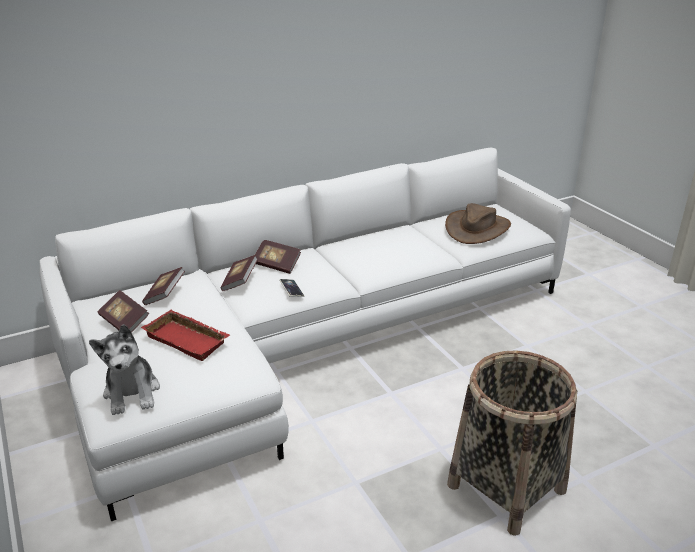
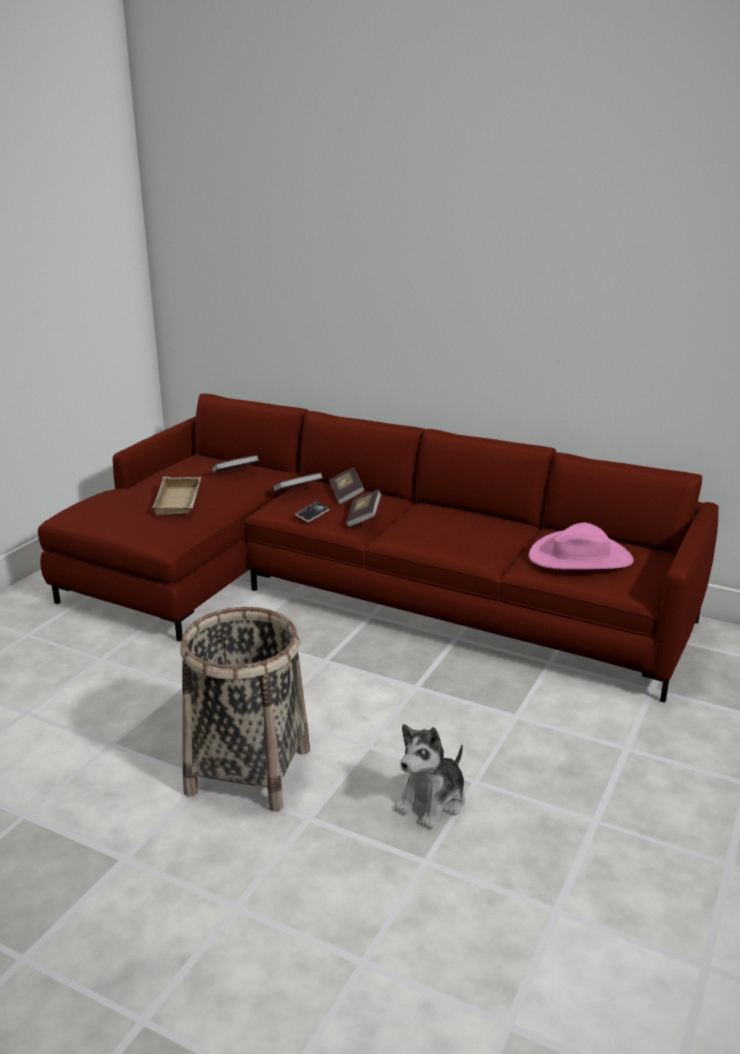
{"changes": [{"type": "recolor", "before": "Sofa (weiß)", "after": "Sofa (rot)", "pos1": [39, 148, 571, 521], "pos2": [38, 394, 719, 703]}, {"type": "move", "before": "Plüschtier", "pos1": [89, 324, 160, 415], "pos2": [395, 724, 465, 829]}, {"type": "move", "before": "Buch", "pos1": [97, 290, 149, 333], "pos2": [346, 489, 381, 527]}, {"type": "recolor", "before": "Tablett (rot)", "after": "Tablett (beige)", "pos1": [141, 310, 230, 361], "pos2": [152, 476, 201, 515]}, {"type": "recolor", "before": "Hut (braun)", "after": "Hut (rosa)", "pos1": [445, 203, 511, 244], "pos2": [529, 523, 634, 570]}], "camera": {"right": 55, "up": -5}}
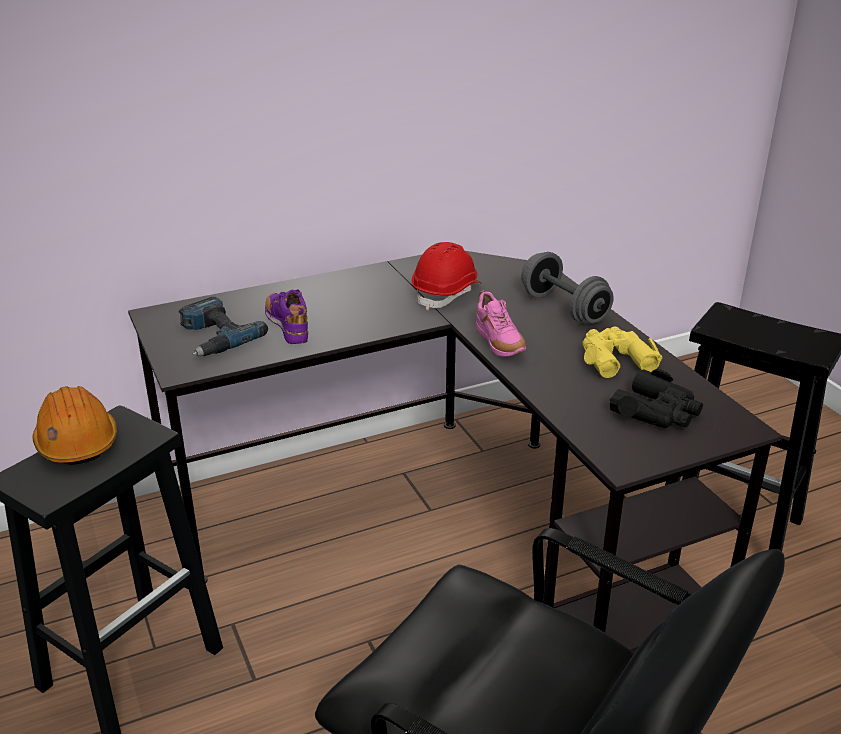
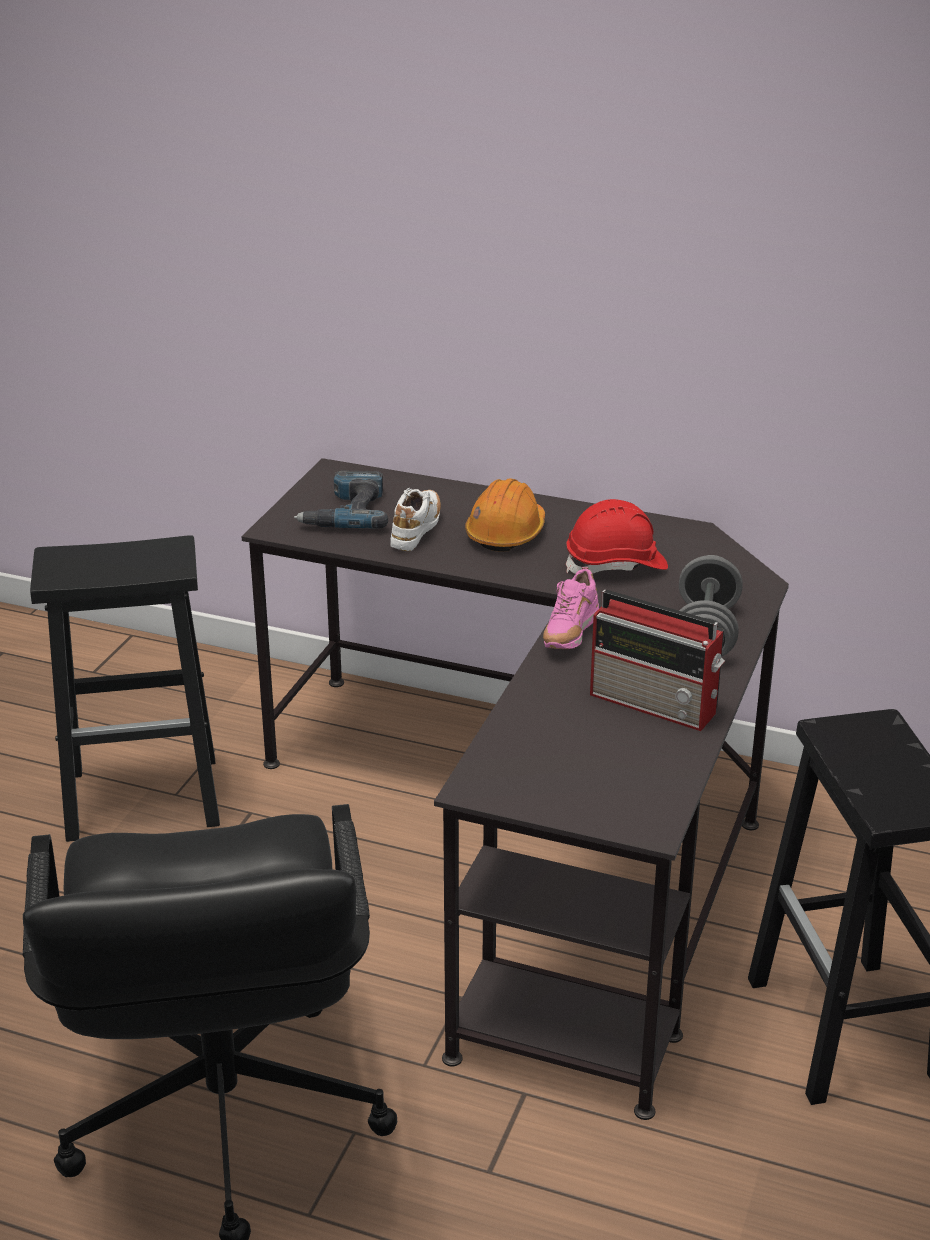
{"changes": [{"type": "move", "before": "Schutzhelm (orange)", "pos1": [32, 386, 117, 465], "pos2": [465, 478, 545, 552]}, {"type": "recolor", "before": "Schuh (lila)", "after": "Schuh (weiß)", "pos1": [265, 289, 308, 344], "pos2": [390, 488, 441, 551]}, {"type": "replace", "before": "Fernglas (gelb)", "after": "Radio", "pos1": [582, 326, 663, 378], "pos2": [590, 590, 725, 731]}, {"type": "delete", "before": "Fernglas (schwarz)", "pos1": [609, 369, 703, 428]}], "camera": {"right": 45, "up": 0}}
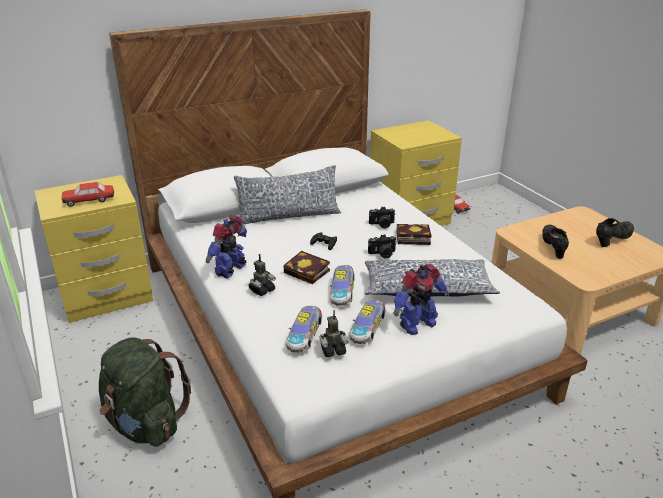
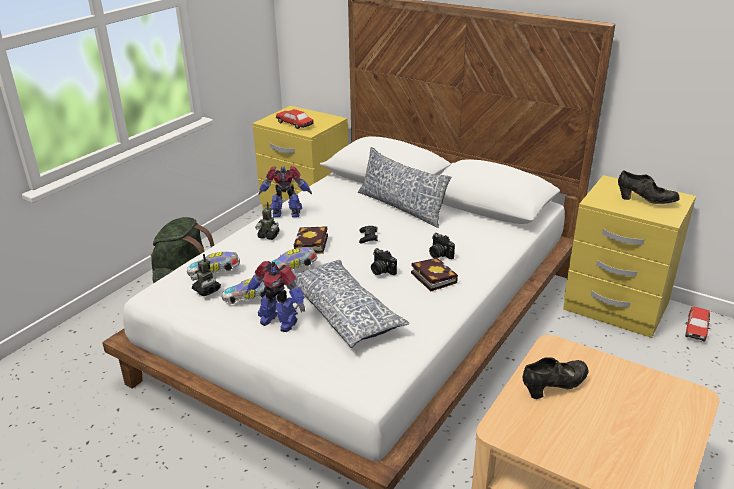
{"changes": [{"type": "move", "before": "Schuh (schwarz)", "pos1": [596, 218, 634, 247], "pos2": [618, 170, 680, 204]}], "camera": {"right": 60, "up": 0}}
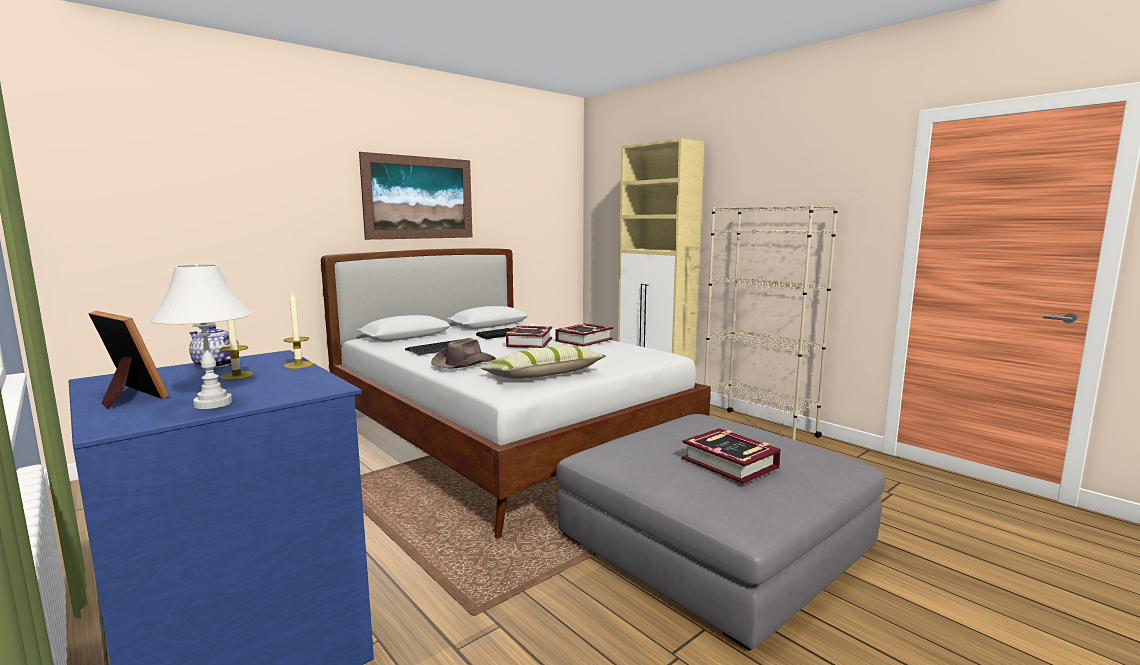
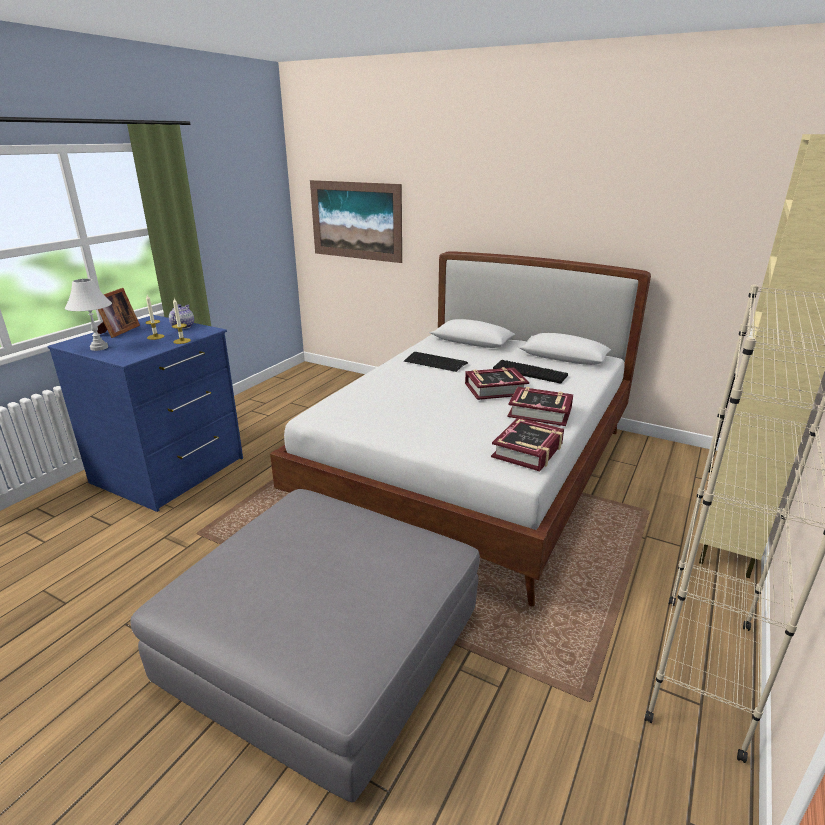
{"changes": [{"type": "move", "before": "Bild", "pos1": [359, 152, 473, 240], "pos2": [310, 180, 402, 263]}, {"type": "delete", "before": "Hut (braun)", "pos1": [431, 338, 496, 369]}, {"type": "delete", "before": "Kissen", "pos1": [480, 346, 606, 379]}, {"type": "move", "before": "Buch", "pos1": [682, 428, 781, 484], "pos2": [491, 417, 564, 472]}], "camera": {"right": 70, "up": 15}}
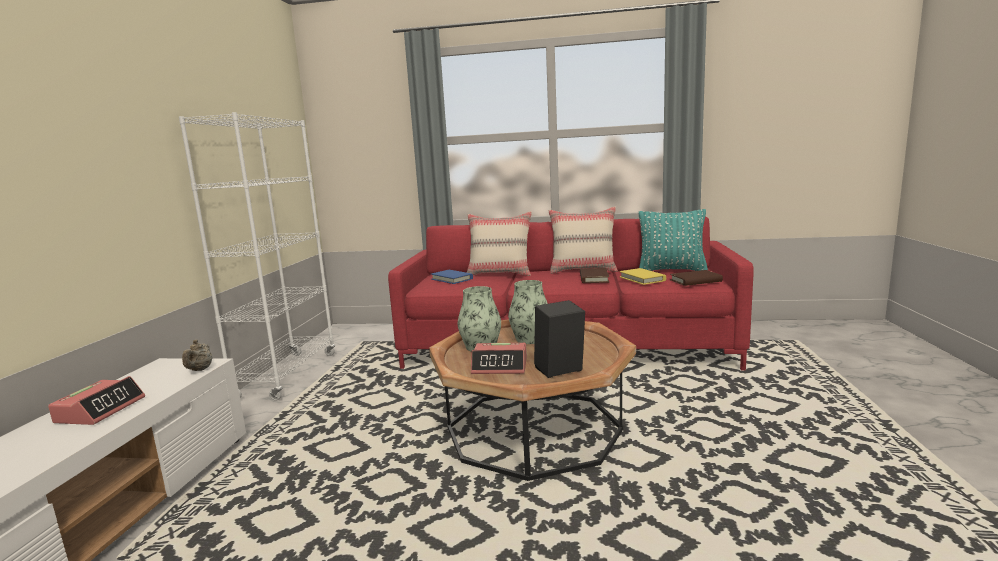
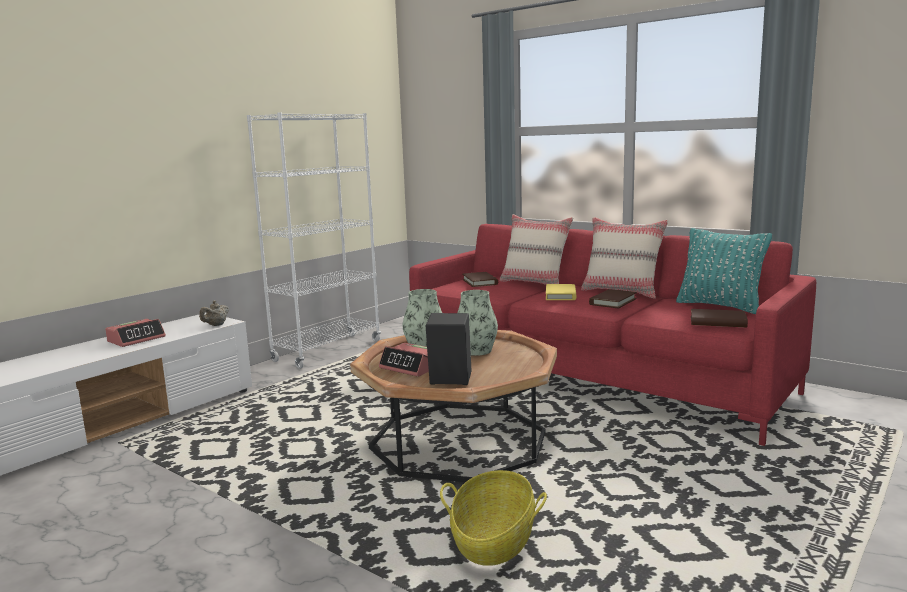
{"changes": [{"type": "recolor", "before": "Buch (blau)", "after": "Buch (braun)", "pos1": [431, 270, 473, 284], "pos2": [462, 272, 498, 287]}, {"type": "move", "before": "Buch (gelb)", "pos1": [619, 268, 666, 285], "pos2": [546, 284, 577, 300]}, {"type": "insert", "after": "Korb", "pos2": [440, 470, 547, 566]}], "camera": {"right": 30, "up": 0}}
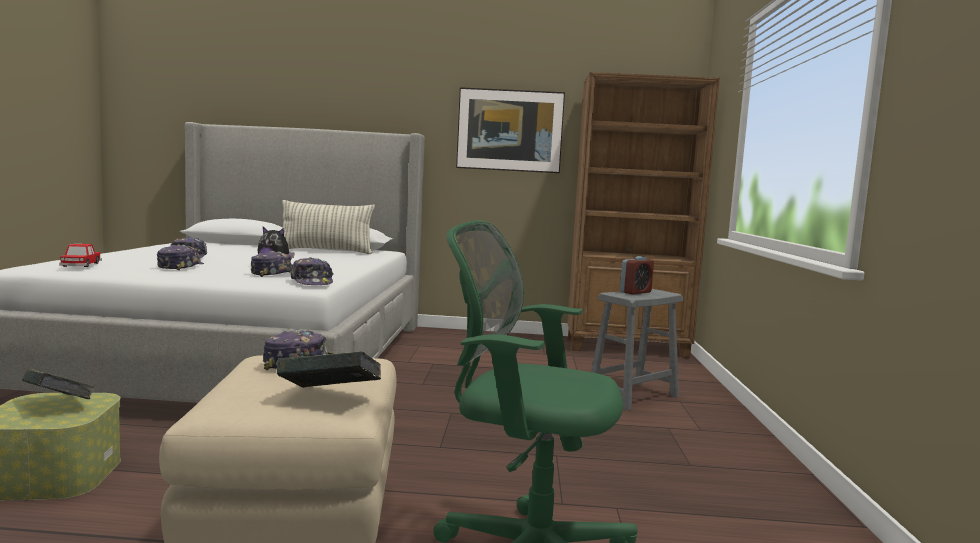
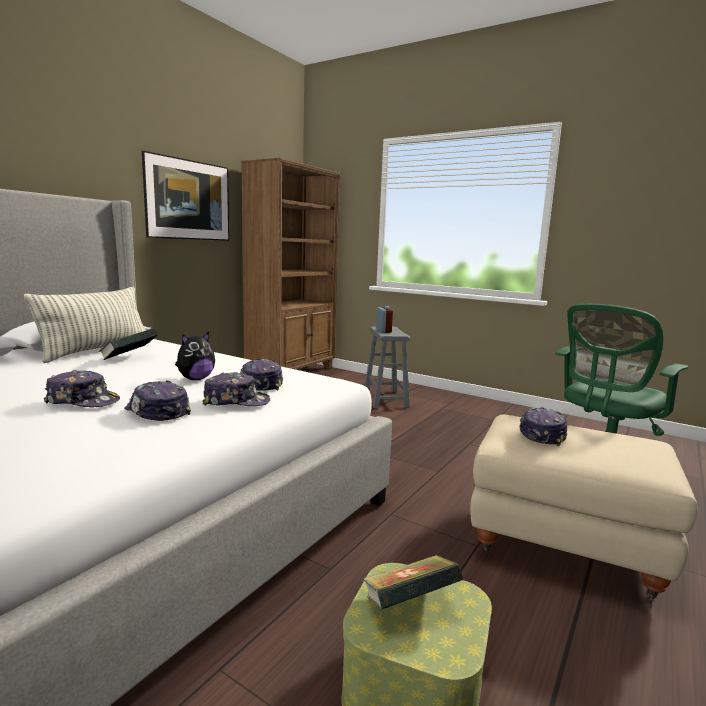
{"changes": [{"type": "delete", "before": "Spielzeugauto", "pos1": [59, 244, 102, 267]}, {"type": "move", "before": "Buch", "pos1": [277, 351, 381, 388], "pos2": [99, 328, 157, 360]}, {"type": "move", "before": "Kappe", "pos1": [290, 257, 333, 285], "pos2": [202, 372, 270, 406]}], "camera": {"right": -60, "up": 5}}
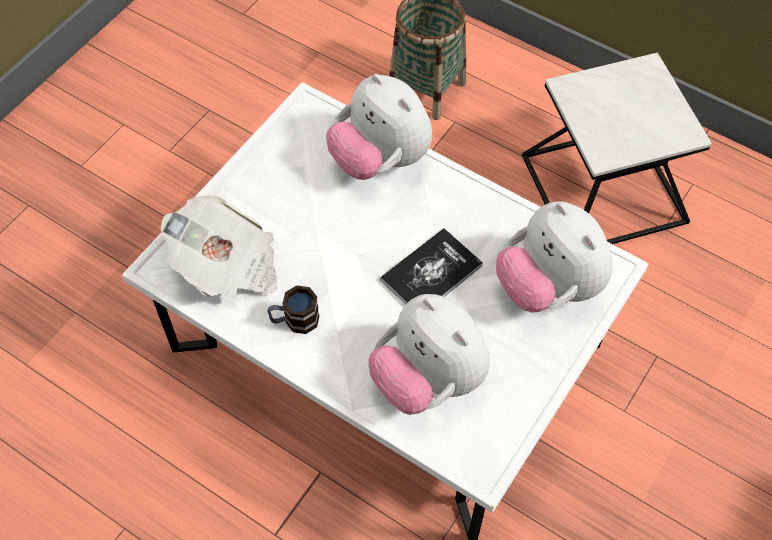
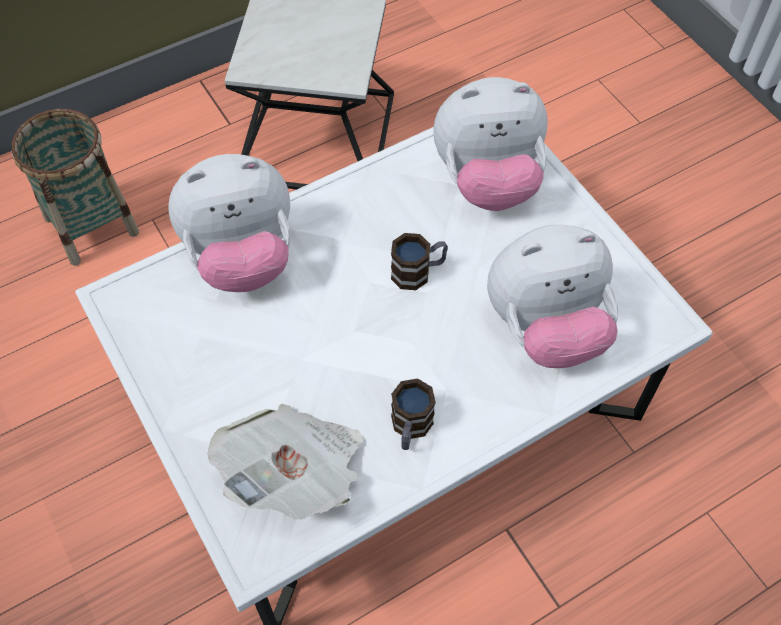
{"changes": [{"type": "replace", "before": "Buch", "after": "Henkelbecher", "pos1": [380, 228, 483, 305], "pos2": [391, 233, 448, 290]}], "camera": {"right": -65, "up": 0}}
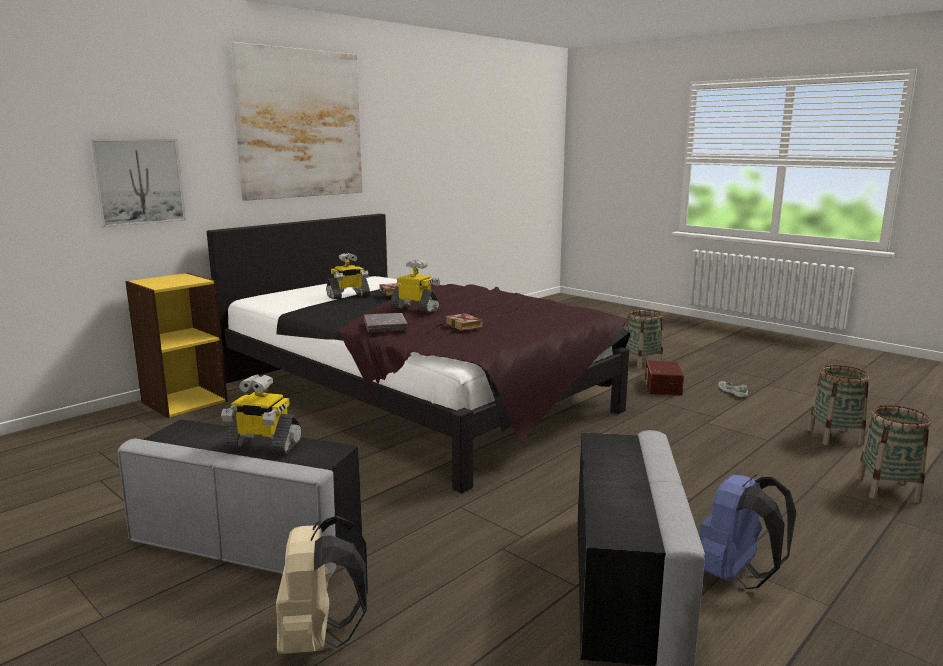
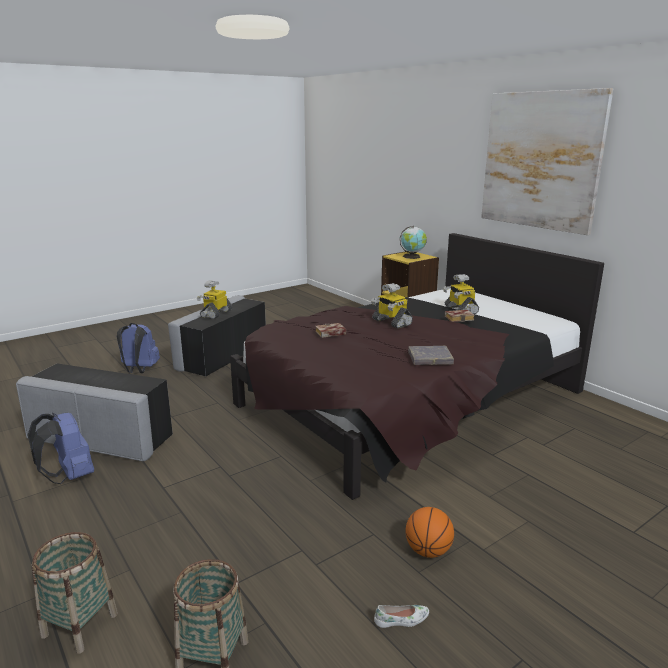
{"changes": [{"type": "delete", "before": "Bild", "pos1": [89, 139, 186, 227]}, {"type": "recolor", "before": "Rucksack (beige)", "after": "Rucksack (blau)", "pos1": [276, 516, 368, 654], "pos2": [117, 323, 160, 373]}, {"type": "move", "before": "Buch (grau)", "pos1": [364, 313, 408, 332], "pos2": [408, 346, 454, 365]}, {"type": "rotate", "before": "Spielzeugroboter", "pos1": [390, 259, 440, 313], "pos2": [371, 283, 413, 329], "turn": 105}, {"type": "delete", "before": "Korb", "pos1": [626, 309, 663, 369]}, {"type": "replace", "before": "Aufbewahrungsbox (braun)", "after": "Basketball", "pos1": [644, 360, 684, 395], "pos2": [406, 507, 454, 558]}, {"type": "insert", "after": "Globus", "pos2": [400, 226, 427, 259]}], "camera": {"right": 100, "up": 5}}
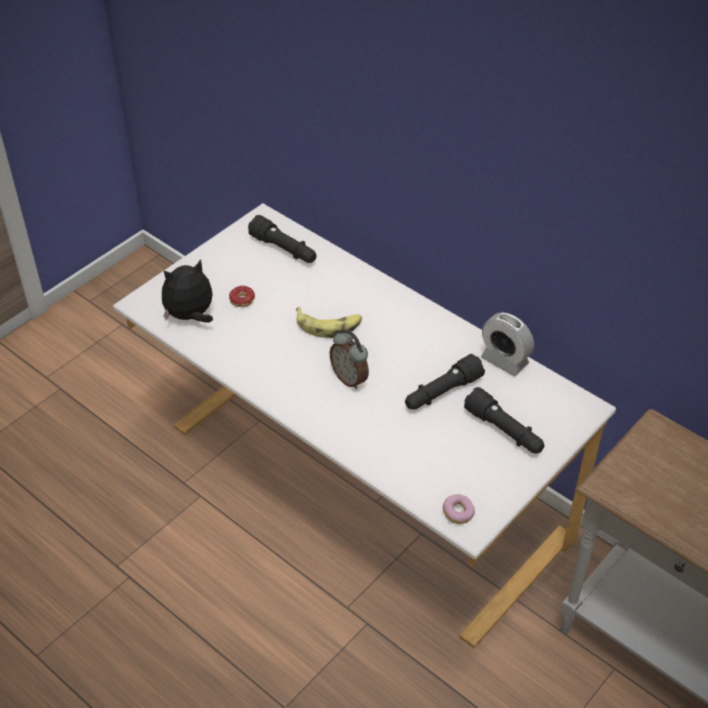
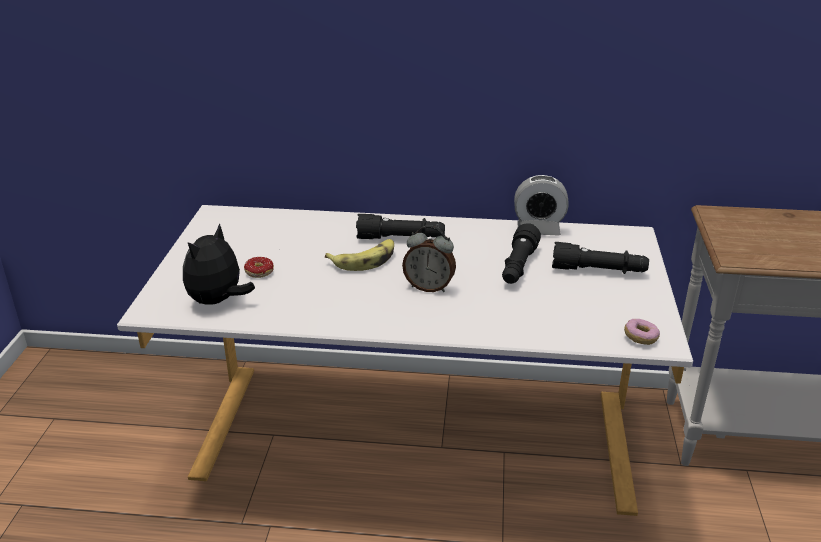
{"changes": [{"type": "move", "before": "Taschenlampe (schwarz)", "pos1": [248, 215, 317, 263], "pos2": [356, 214, 445, 239]}], "camera": {"right": -35, "up": -15}}
